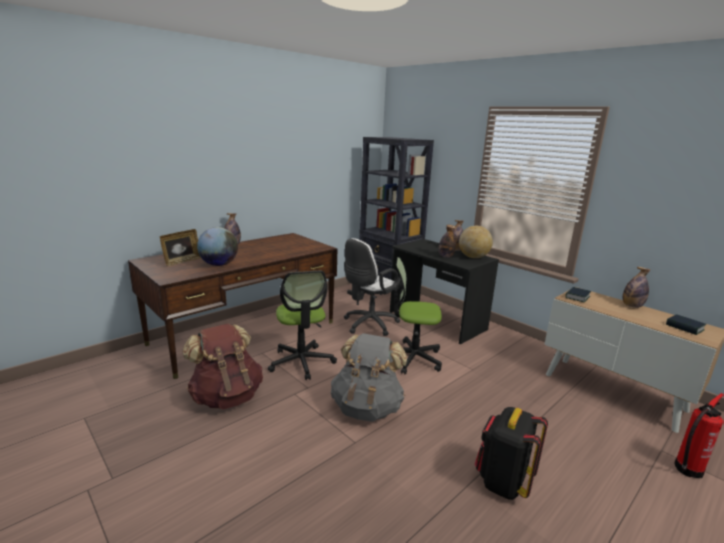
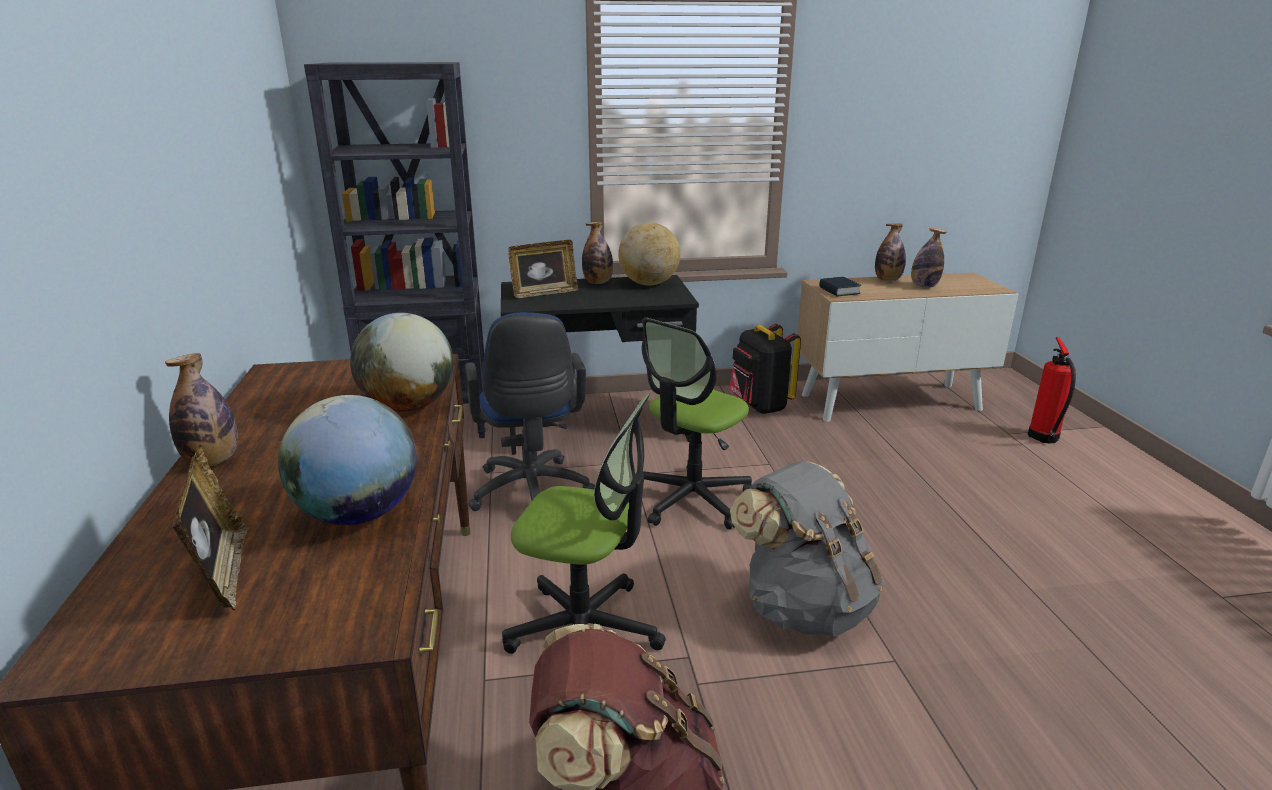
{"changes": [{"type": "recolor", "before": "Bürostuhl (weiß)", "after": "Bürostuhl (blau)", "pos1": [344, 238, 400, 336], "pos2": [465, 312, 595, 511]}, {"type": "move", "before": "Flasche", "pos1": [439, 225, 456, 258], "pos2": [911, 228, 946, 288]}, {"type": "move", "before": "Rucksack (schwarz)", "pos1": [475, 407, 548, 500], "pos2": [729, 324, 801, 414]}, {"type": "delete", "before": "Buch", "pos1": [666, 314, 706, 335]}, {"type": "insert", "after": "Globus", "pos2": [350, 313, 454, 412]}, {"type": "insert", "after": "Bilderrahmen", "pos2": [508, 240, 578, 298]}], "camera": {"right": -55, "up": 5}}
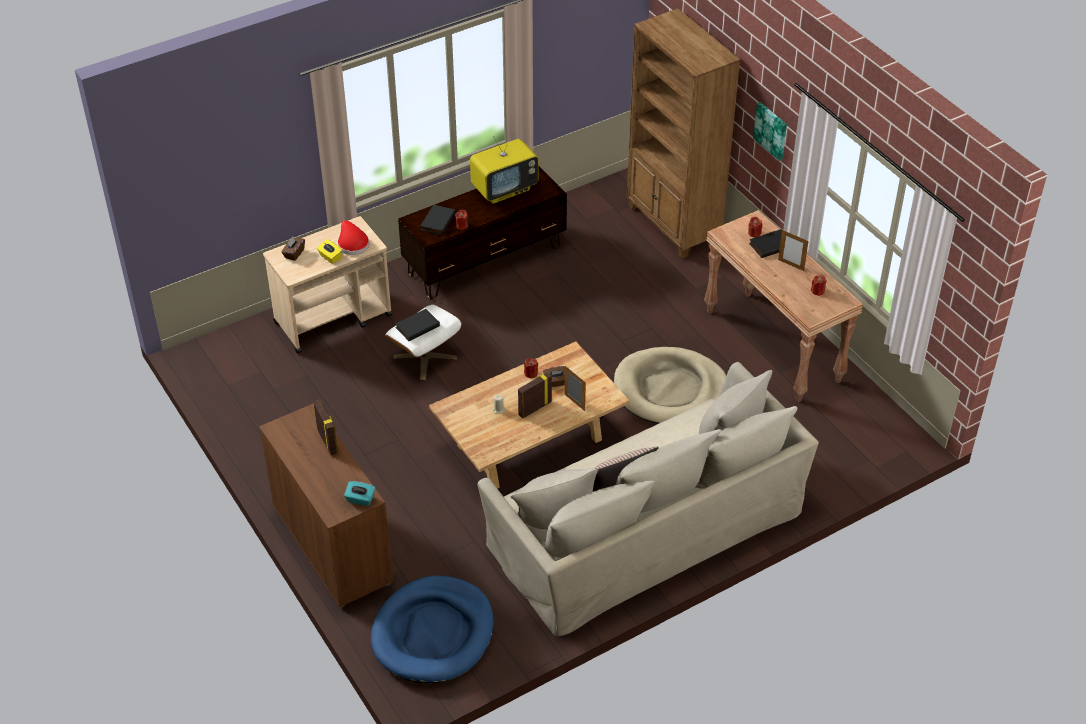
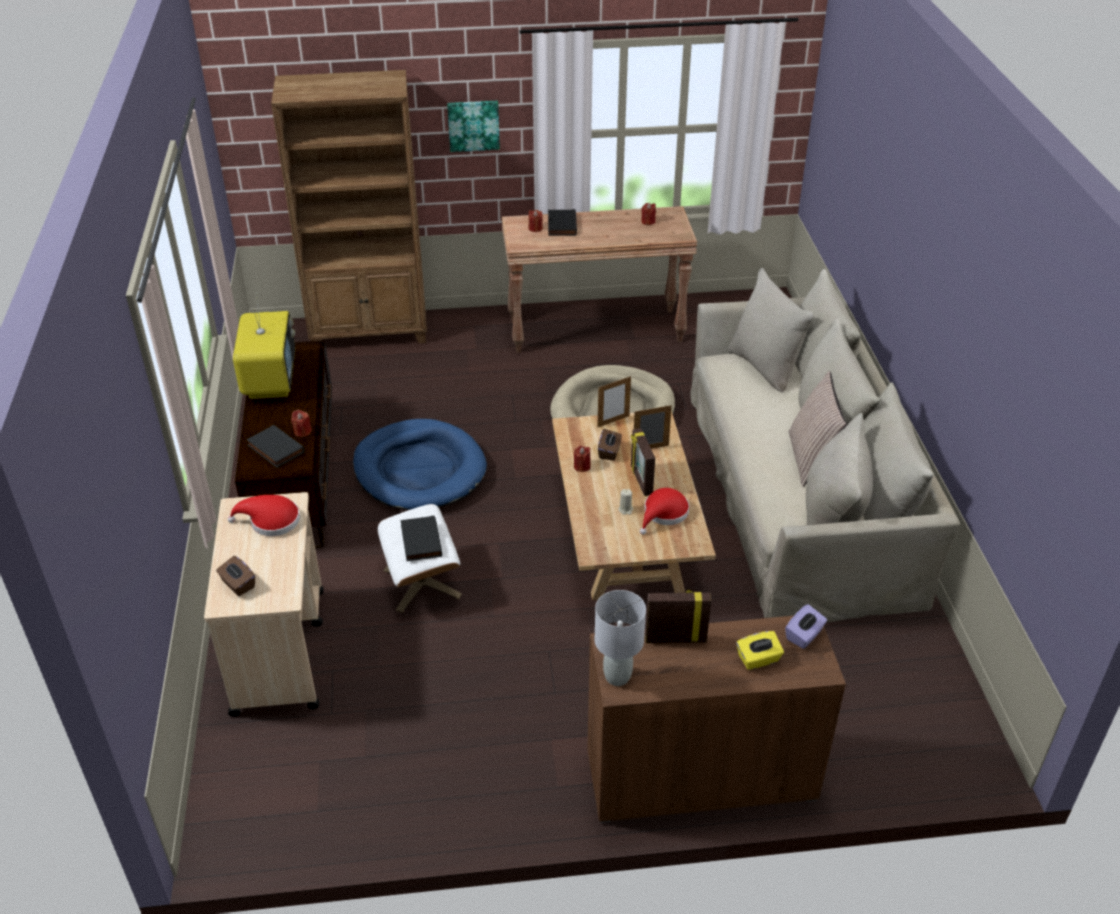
{"changes": [{"type": "move", "before": "Taschentuchbox (gelb)", "pos1": [317, 239, 343, 264], "pos2": [736, 631, 784, 670]}, {"type": "recolor", "before": "Taschentuchbox (türkis)", "after": "Taschentuchbox (lila)", "pos1": [344, 481, 375, 506], "pos2": [785, 604, 827, 649]}, {"type": "move", "before": "Hundebett (blau)", "pos1": [371, 575, 493, 683], "pos2": [353, 419, 487, 510]}, {"type": "move", "before": "Bilderrahmen", "pos1": [778, 230, 808, 271], "pos2": [597, 376, 631, 427]}, {"type": "insert", "after": "Tischlampe (grau)", "pos2": [595, 590, 646, 686]}, {"type": "insert", "after": "Hut (rot)", "pos2": [640, 488, 689, 535]}], "camera": {"right": -65, "up": -5}}
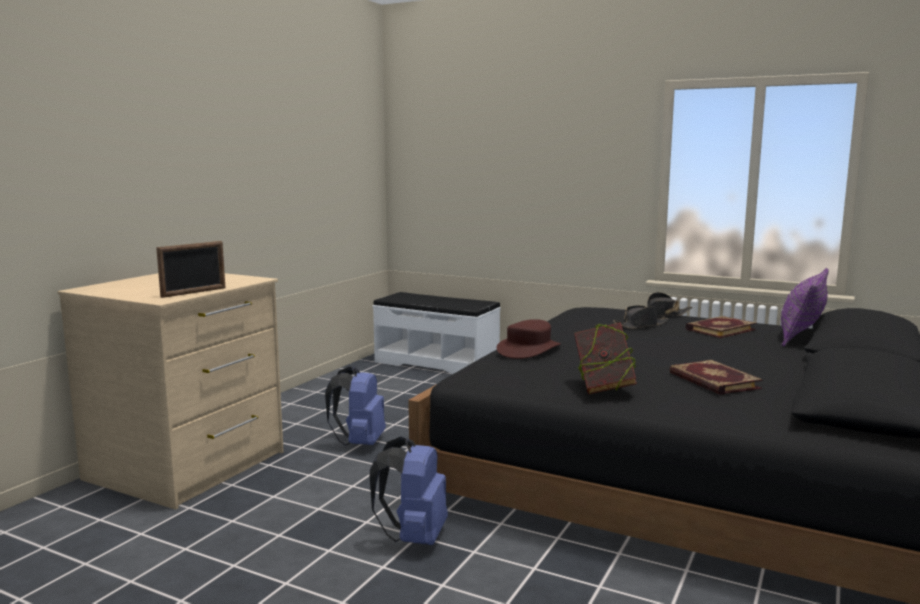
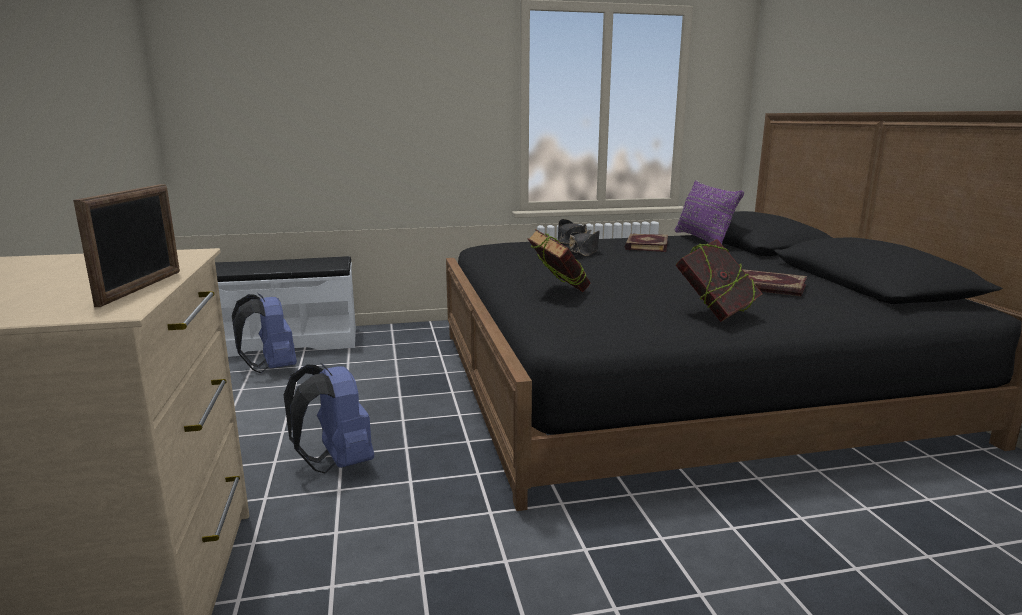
{"changes": [{"type": "move", "before": "Rucksack (blau)", "pos1": [370, 437, 448, 545], "pos2": [232, 293, 297, 373]}, {"type": "replace", "before": "Hut (braun)", "after": "Buch", "pos1": [497, 319, 561, 359], "pos2": [527, 229, 590, 292]}], "camera": {"right": -40, "up": 5}}
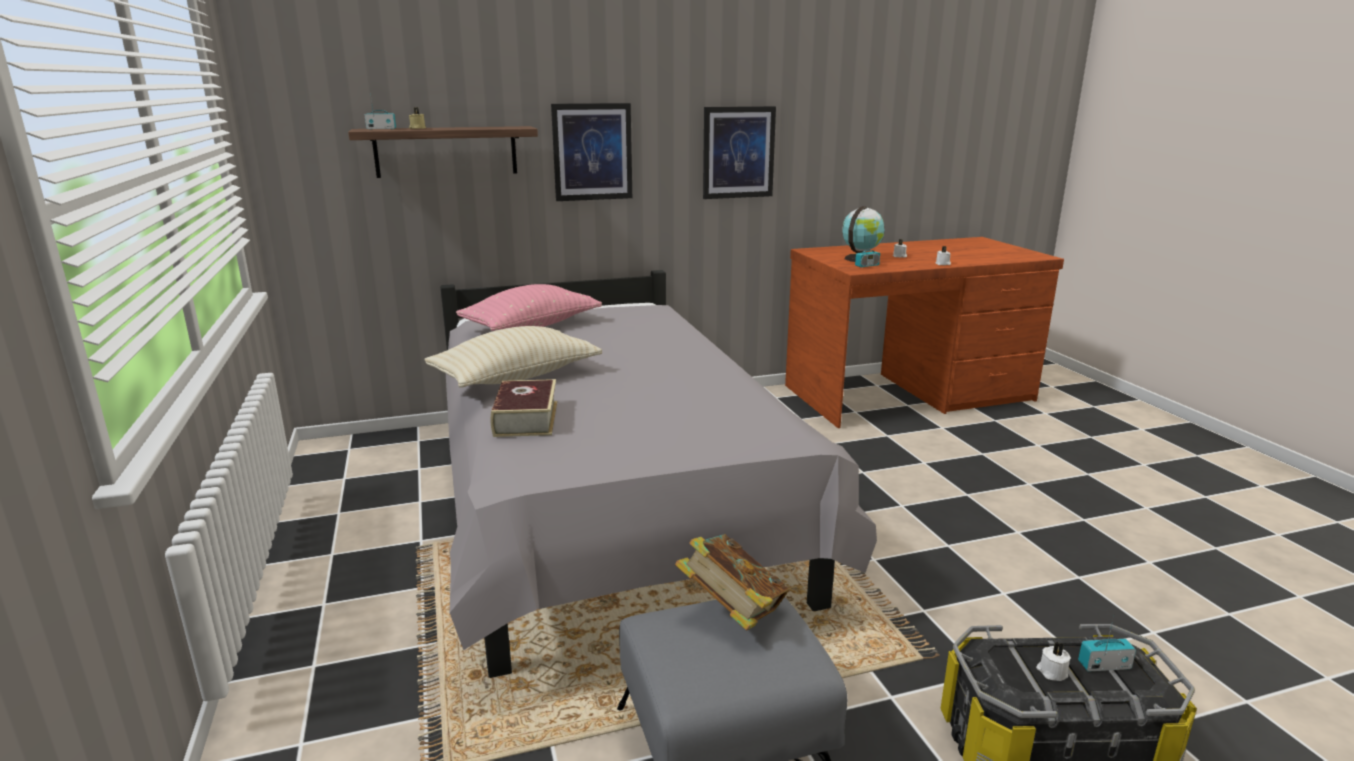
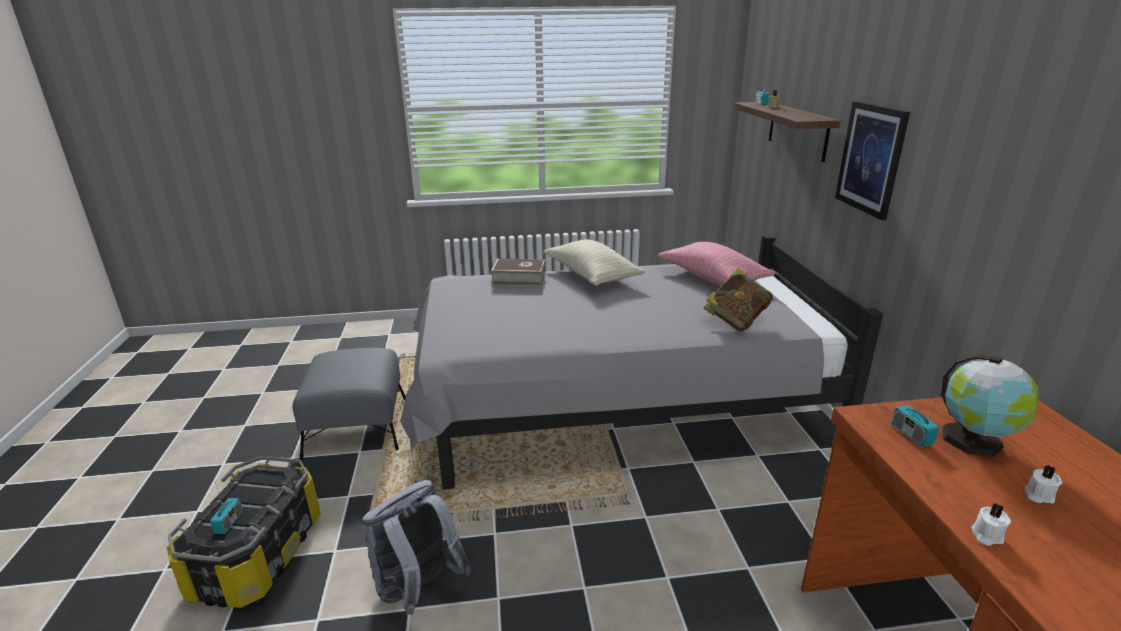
{"changes": [{"type": "move", "before": "Buch", "pos1": [675, 534, 789, 630], "pos2": [704, 268, 773, 332]}, {"type": "delete", "before": "Bild", "pos1": [703, 106, 776, 199]}, {"type": "delete", "before": "Kerze (weiß)", "pos1": [1036, 642, 1071, 681]}, {"type": "insert", "after": "Rucksack (grau)", "pos2": [362, 480, 471, 615]}], "camera": {"right": 100, "up": 5}}
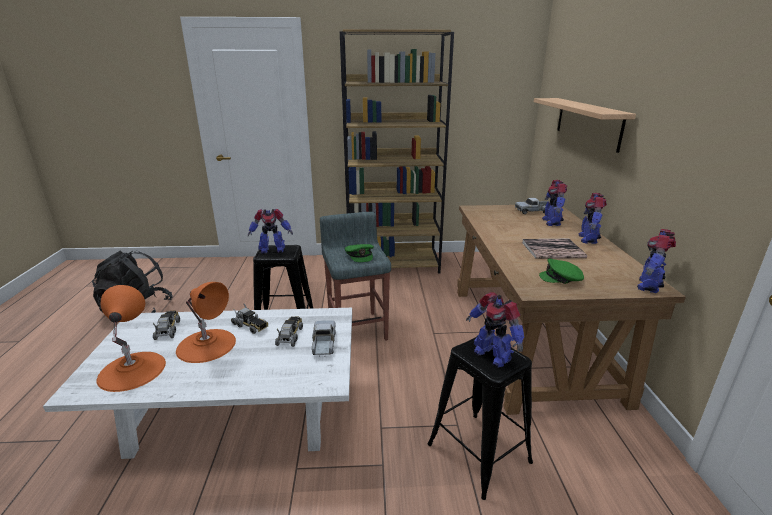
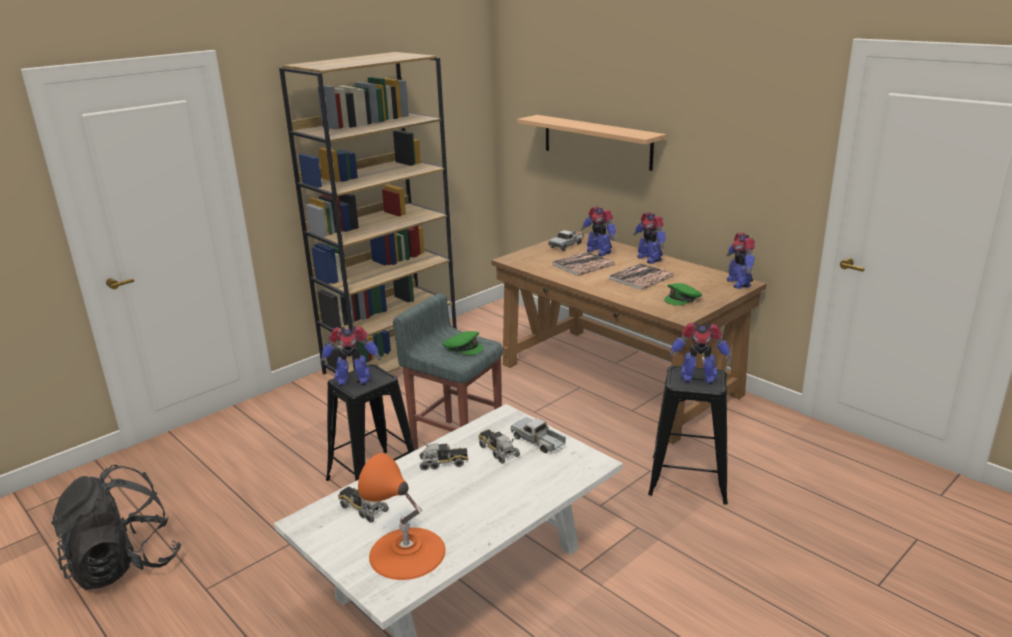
{"changes": [{"type": "delete", "before": "Tischlampe (orange)", "pos1": [176, 282, 236, 363]}, {"type": "rotate", "before": "Spielzeugroboter", "pos1": [248, 209, 293, 254], "pos2": [320, 326, 381, 386], "turn": 45}, {"type": "insert", "after": "Buch", "pos2": [552, 251, 615, 276]}], "camera": {"right": -40, "up": 0}}
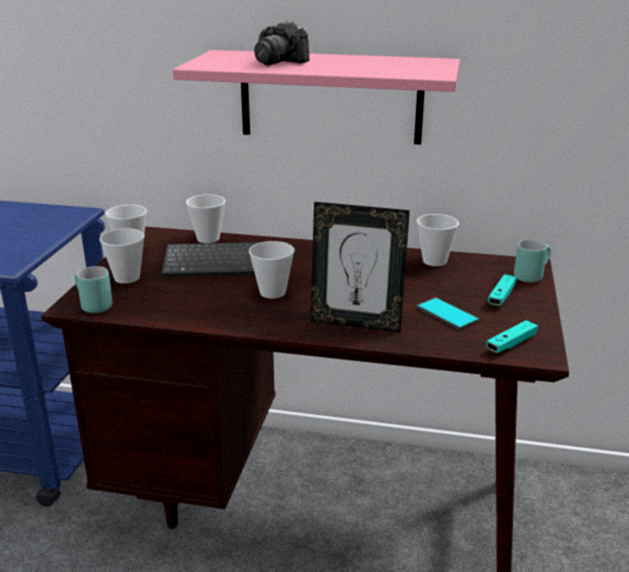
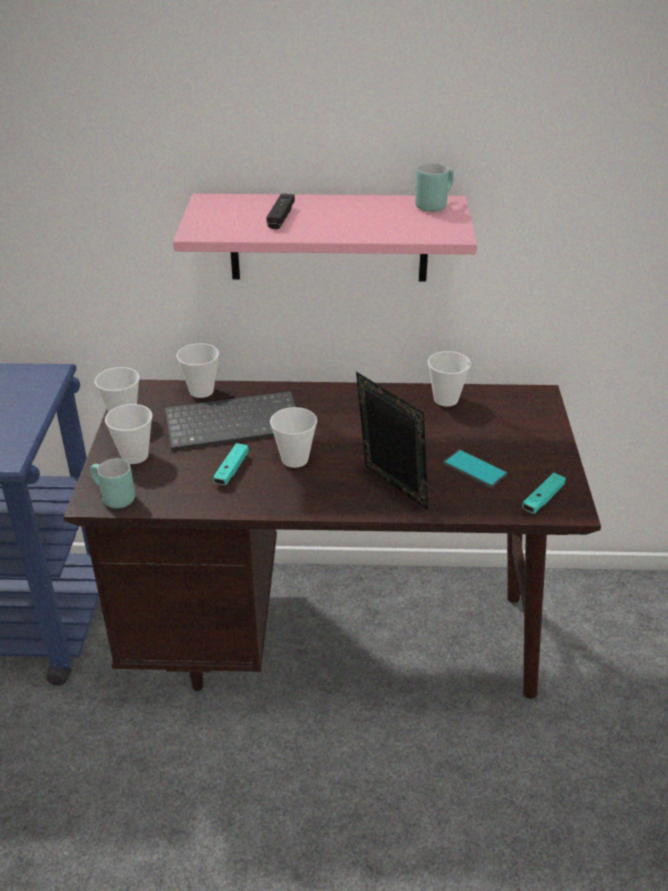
{"changes": [{"type": "replace", "before": "Kamera", "after": "Gamepad (schwarz)", "pos1": [254, 21, 310, 65], "pos2": [267, 194, 295, 229]}, {"type": "rotate", "before": "Bilderrahmen", "pos1": [310, 202, 410, 333], "pos2": [356, 372, 428, 510], "turn": -135}, {"type": "move", "before": "Gamepad (türkis)", "pos1": [488, 274, 517, 306], "pos2": [213, 443, 249, 485]}, {"type": "move", "before": "Henkelbecher (türkis)", "pos1": [514, 239, 551, 283], "pos2": [415, 163, 454, 212]}], "camera": {"right": -10, "up": 10}}
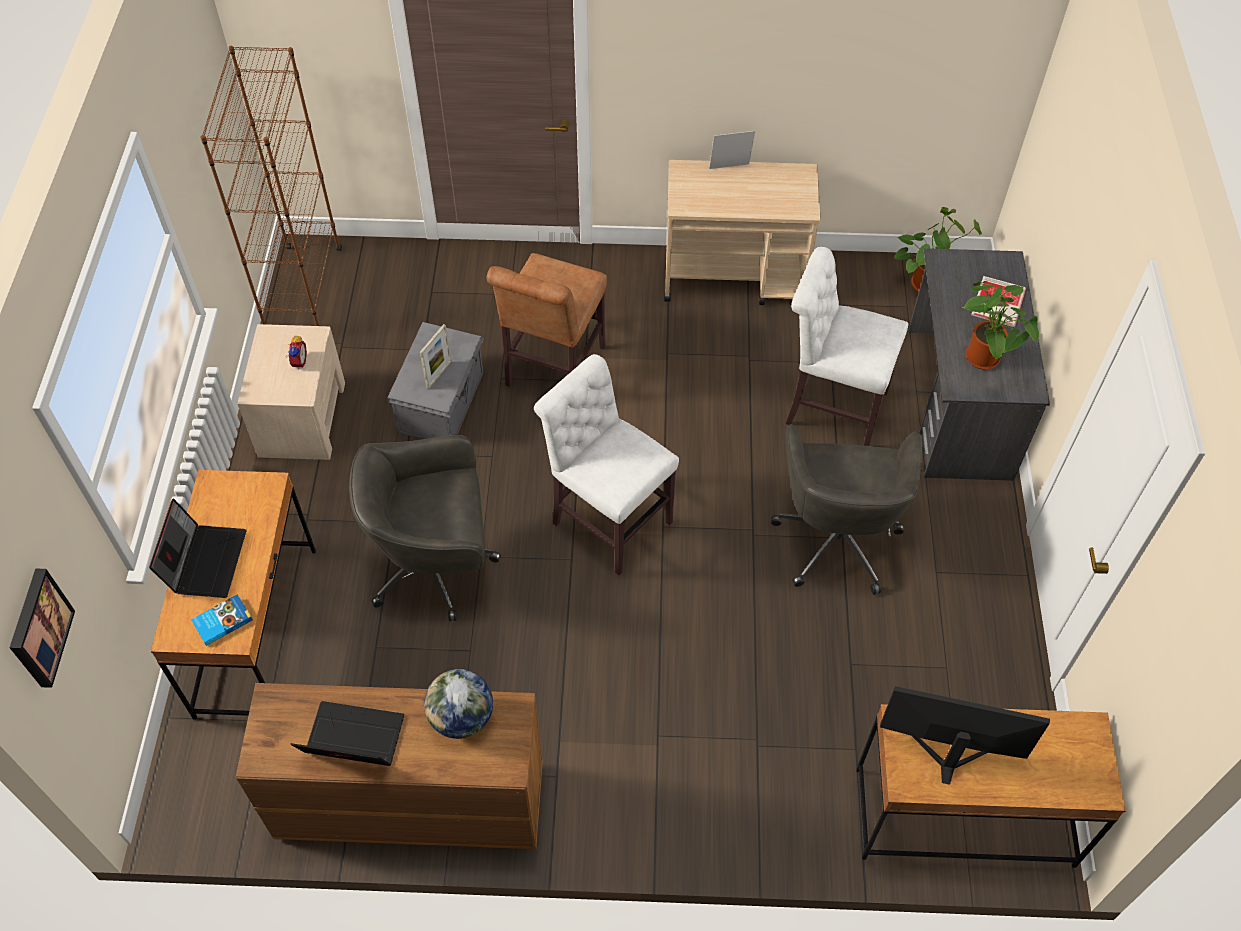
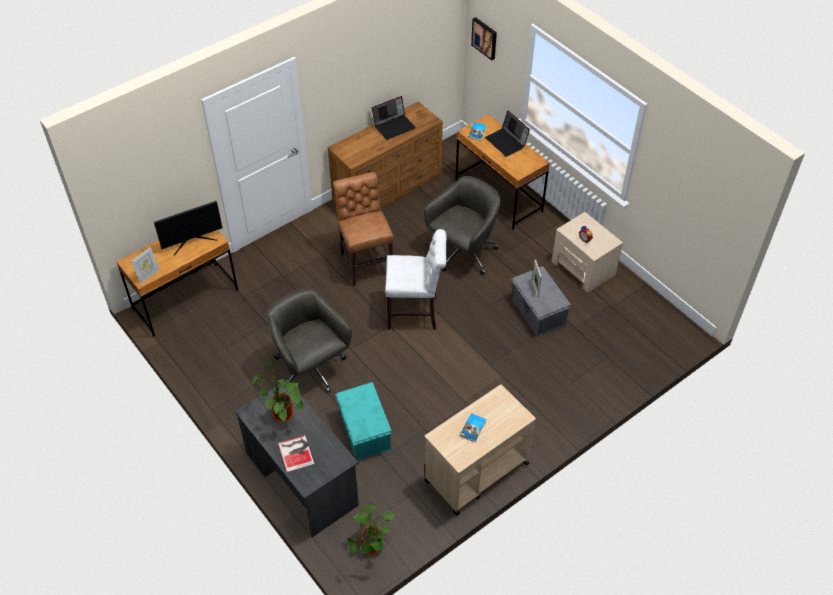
{"changes": [{"type": "delete", "before": "Bücherregal (braun)", "pos1": [200, 46, 342, 326]}, {"type": "delete", "before": "Globus", "pos1": [424, 669, 493, 739]}, {"type": "move", "before": "Stuhl (braun)", "pos1": [487, 253, 607, 387], "pos2": [333, 172, 394, 286]}, {"type": "move", "before": "Bilderrahmen", "pos1": [709, 131, 755, 169], "pos2": [131, 247, 160, 284]}, {"type": "replace", "before": "Stuhl (weiß)", "after": "Aufbewahrungsbox (türkis)", "pos1": [786, 247, 908, 446], "pos2": [335, 382, 391, 460]}, {"type": "insert", "after": "Buch", "pos2": [460, 413, 486, 442]}], "camera": {"right": 140, "up": -5}}
